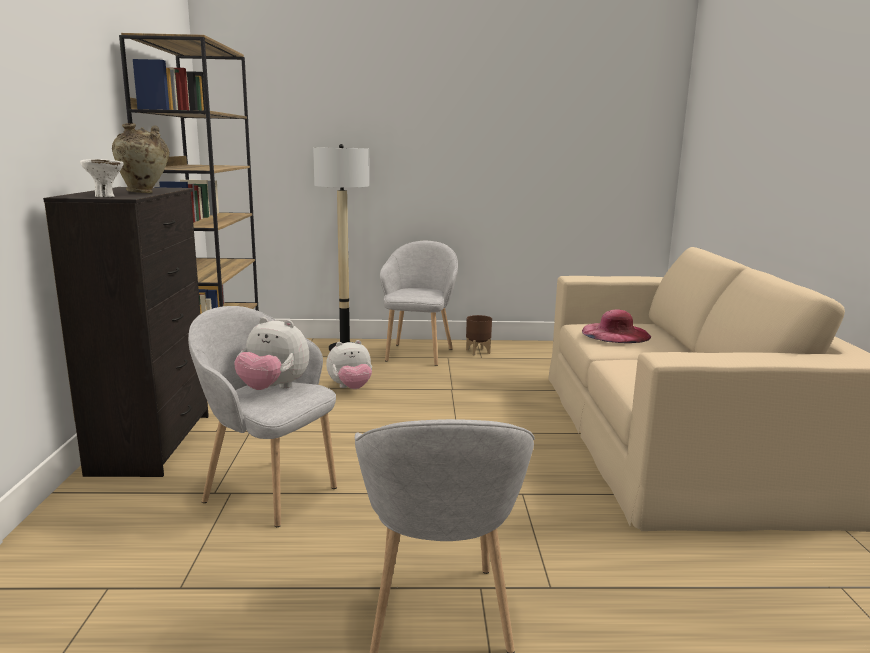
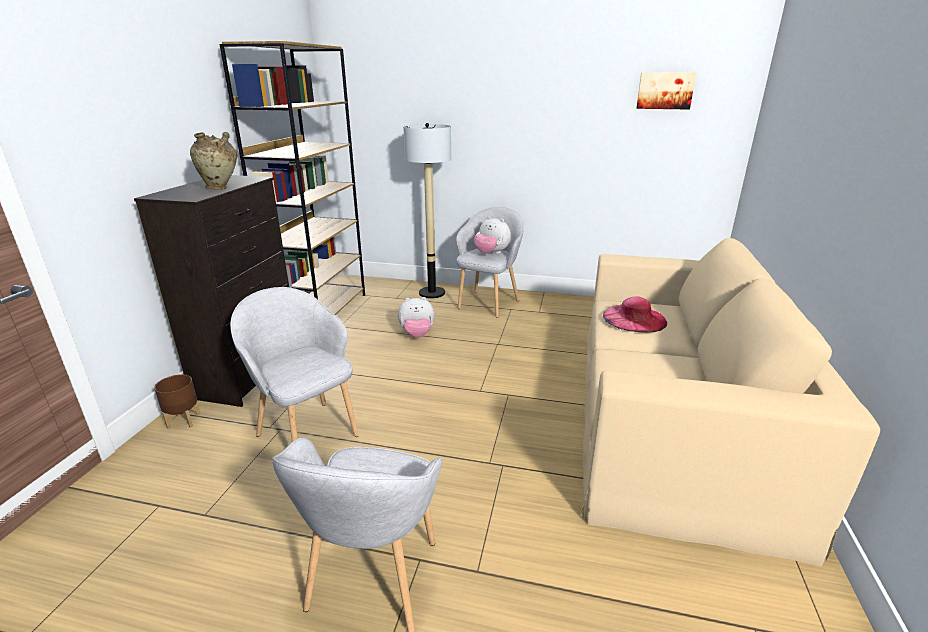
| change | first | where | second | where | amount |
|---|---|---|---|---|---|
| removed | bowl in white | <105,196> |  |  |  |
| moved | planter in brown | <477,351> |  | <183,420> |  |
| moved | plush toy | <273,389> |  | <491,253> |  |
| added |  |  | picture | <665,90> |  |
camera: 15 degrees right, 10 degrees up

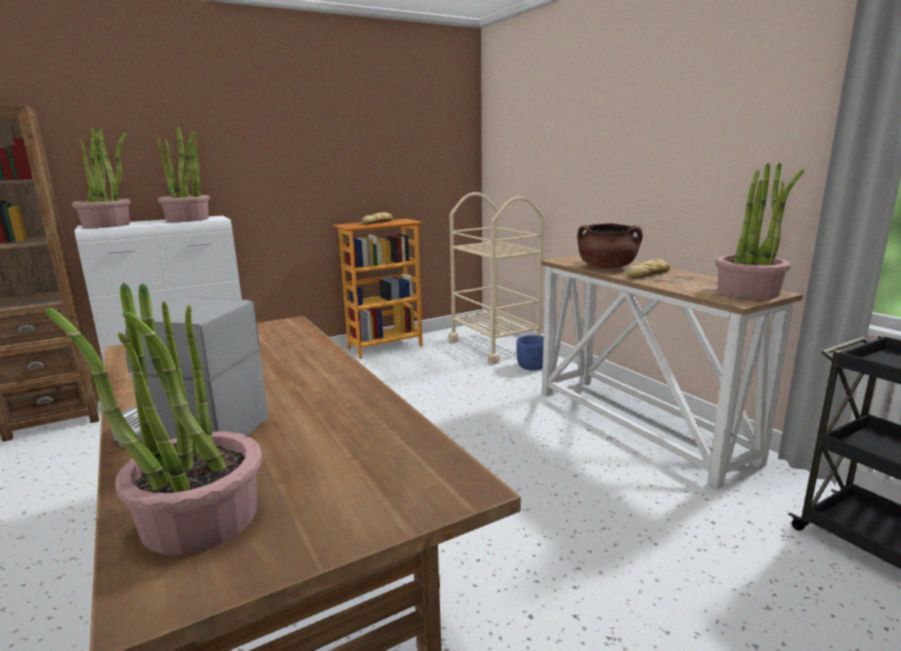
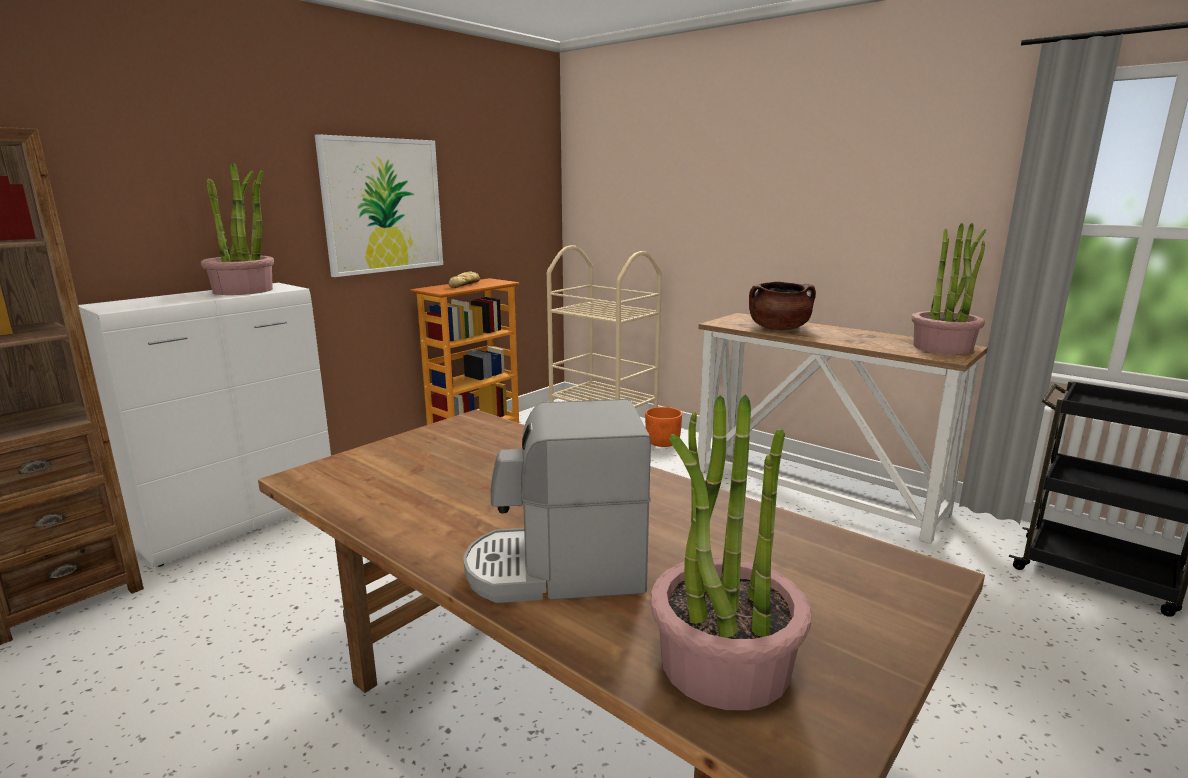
| change | first | where | second | where | amount |
|---|---|---|---|---|---|
| removed | potted plant | <107,225> |  |  |  |
| removed | bread | <649,274> |  |  |  |
| recoloured | planter in blue | <532,366> | planter in orange | <662,442> |  |
| added |  |  | picture | <383,205> |  |
camera: 20 degrees left, 0 degrees up

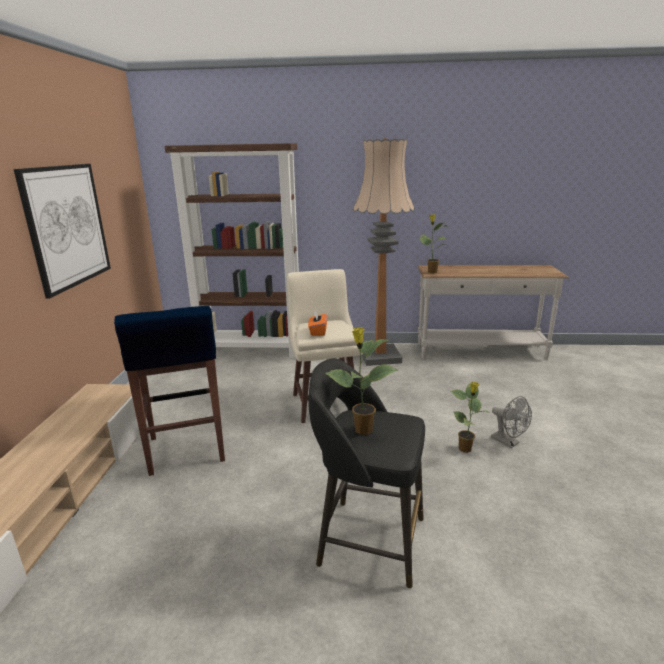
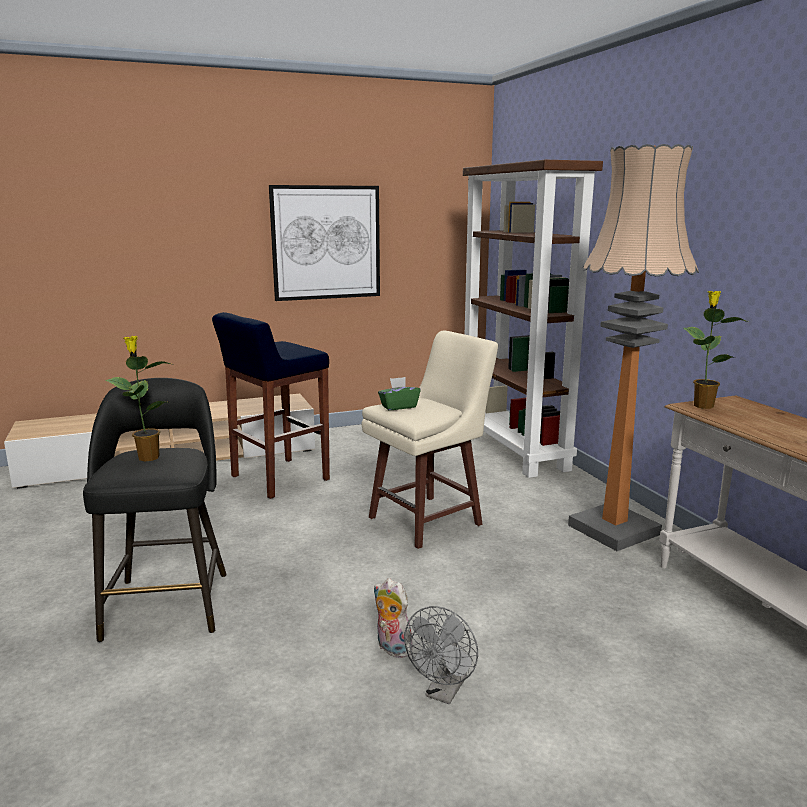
| change | first | where | second | where | amount |
|---|---|---|---|---|---|
| recoloured | tissue box in orange | <318,332> | tissue box in green | <399,406> |  |
| replaced | potted plant | <465,449> | plush toy | <391,648> |  |
camera: 65 degrees right, 5 degrees down

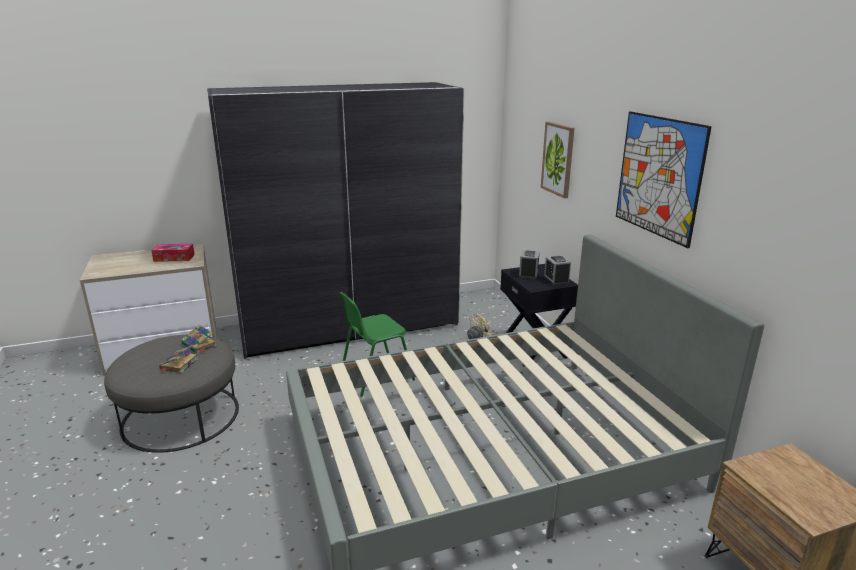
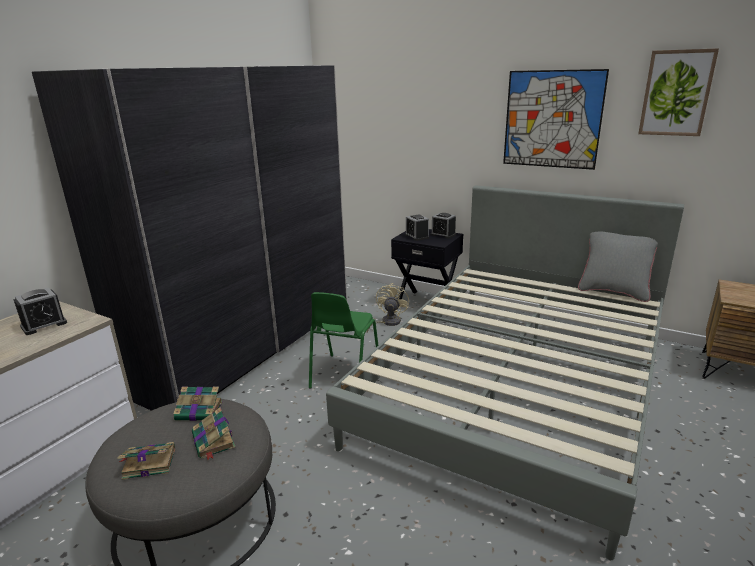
| change | first | where | second | where | amount |
|---|---|---|---|---|---|
| moved | picture | <558,159> |  | <676,93> |  |
| replaced | tissue box | <174,258> | alarm clock | <44,325> |  |
| added |  |  | pillow in grey | <613,292> |  |
| added |  |  | book | <148,463> |  |
camera: 40 degrees left, 0 degrees up

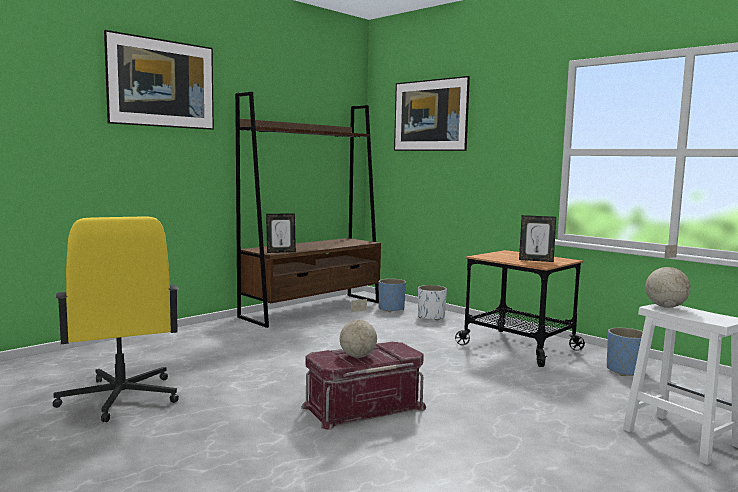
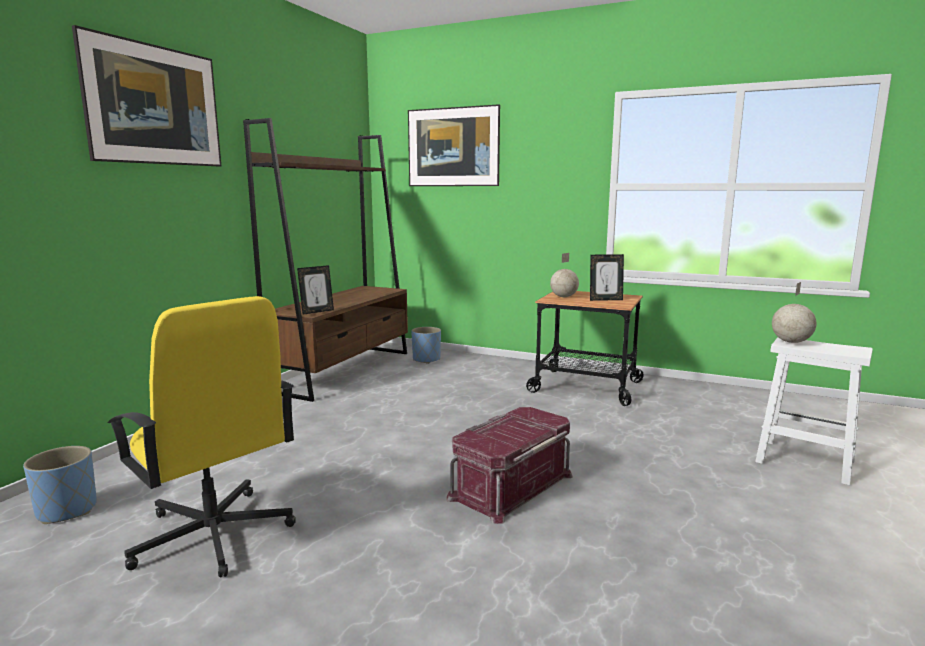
| change | first | where | second | where | amount |
|---|---|---|---|---|---|
| removed | planter in white | <431,317> |  |  |  |
| moved | globe | <358,356> |  | <564,297> |  |
| moved | planter in blue | <625,371> |  | <67,510> |  |
camera: 20 degrees left, 5 degrees up

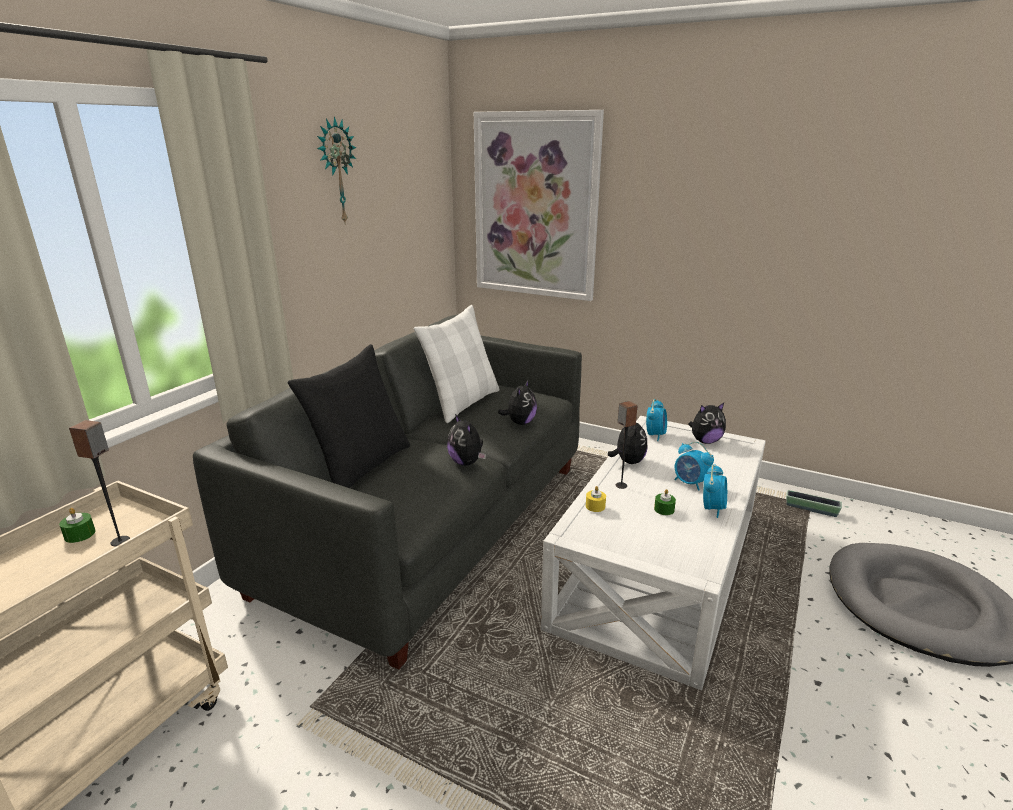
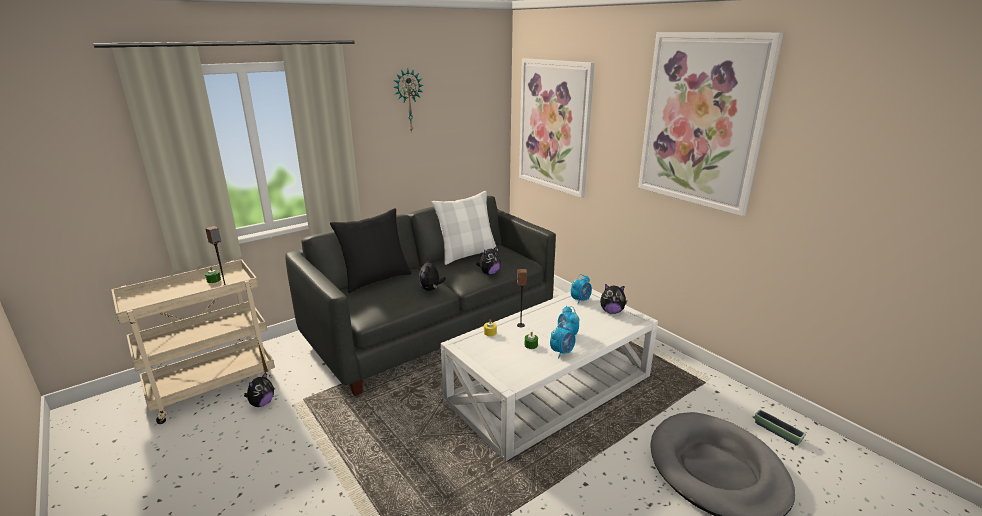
| change | first | where | second | where | amount |
|---|---|---|---|---|---|
| moved | plush toy | <628,461> |  | <262,403> |  |
| moved | planter | <811,509> |  | <777,432> |  |
| added |  |  | picture | <702,121> |  |
camera: 25 degrees right, 0 degrees up

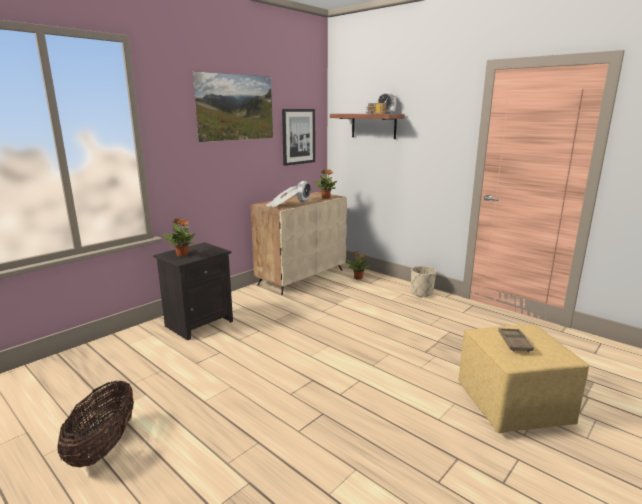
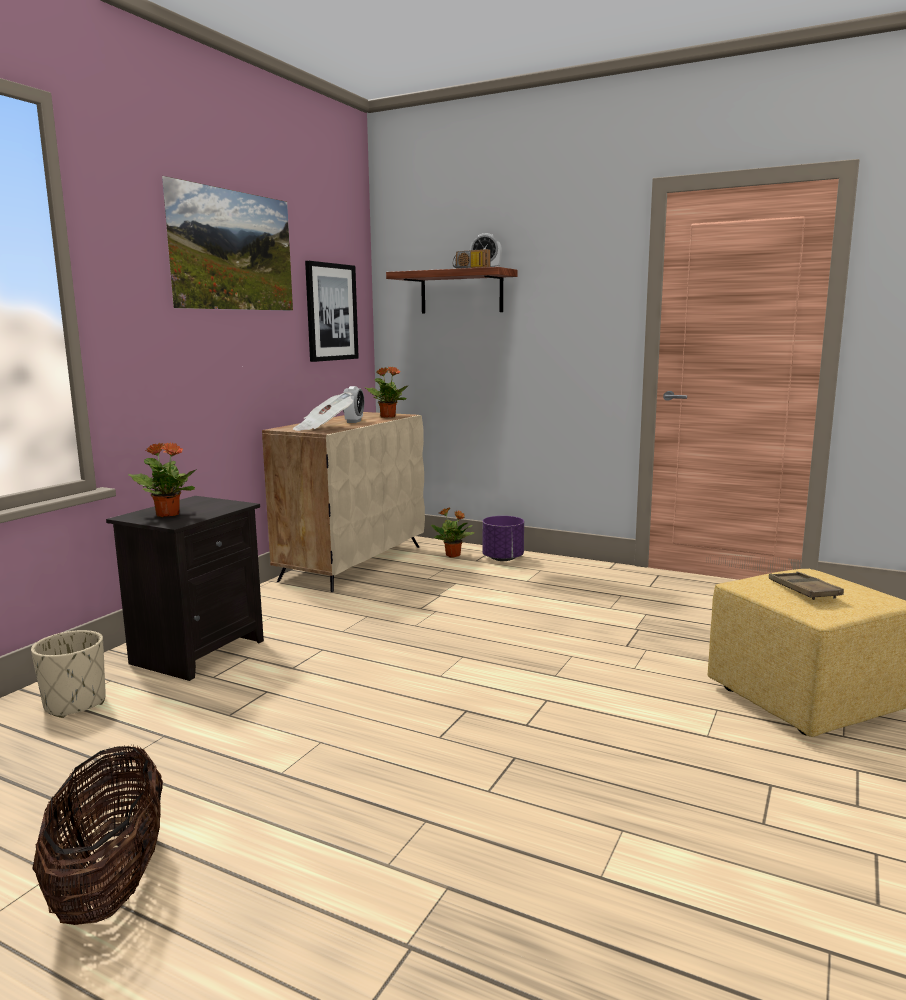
| change | first | where | second | where | amount |
|---|---|---|---|---|---|
| moved | planter in beige | <421,293> |  | <75,704> |  |
| added |  |  | planter in purple | <502,558> |  |
camera: 15 degrees left, 5 degrees down

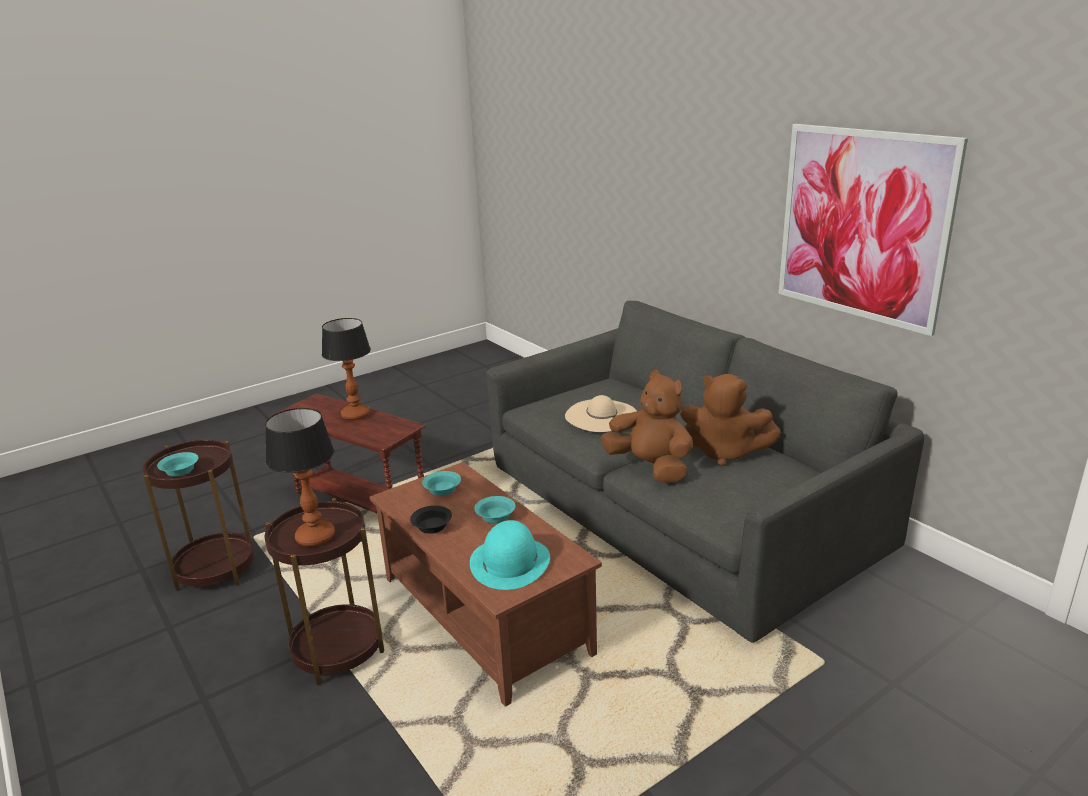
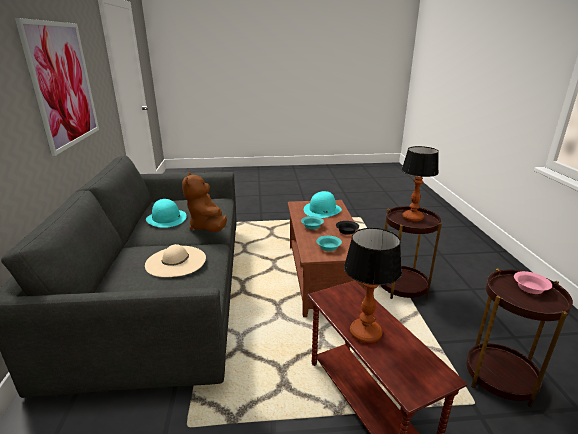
| change | first | where | second | where | amount |
|---|---|---|---|---|---|
| replaced | plush toy in brown | <725,453> | hat in turquoise | <166,218> |  |
| recoloured | bowl in turquoise | <179,471> | bowl in pink | <531,288> |  |
camera: 150 degrees left, 0 degrees up

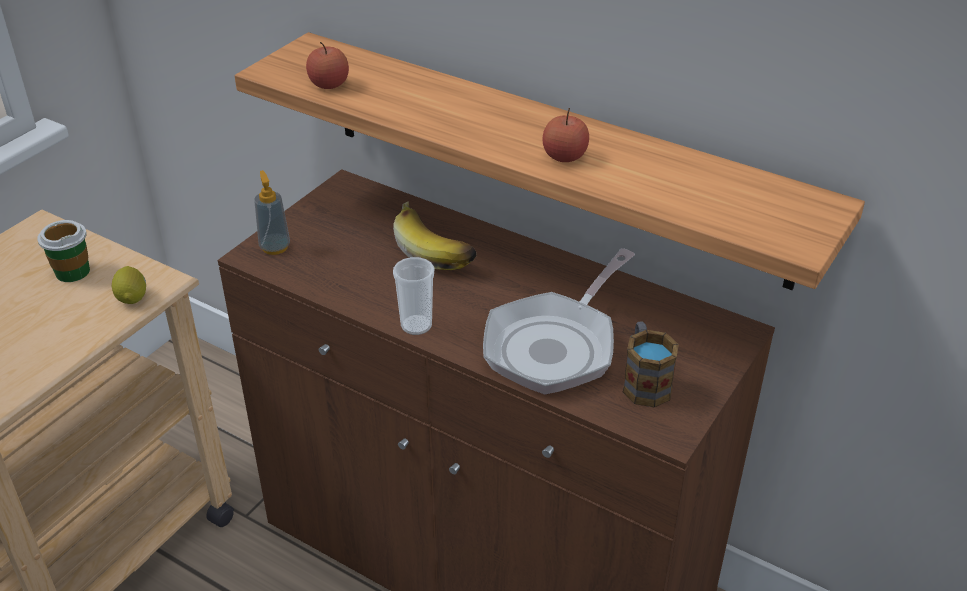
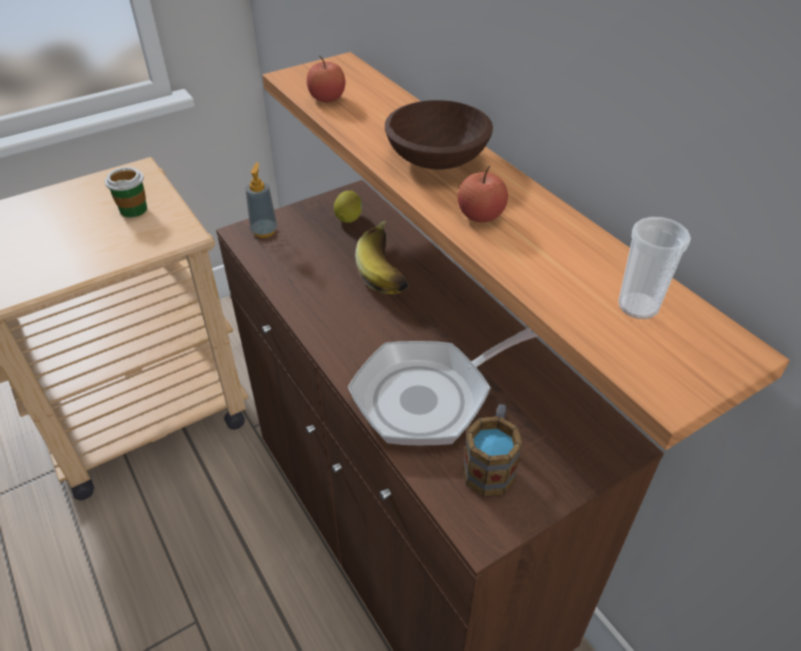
| change | first | where | second | where | amount |
|---|---|---|---|---|---|
| moved | cup | <416,325> |  | <638,306> |  |
| moved | lemon | <132,297> |  | <349,218> |  |
| added |  |  | bowl in brown | <439,159> |  |
camera: 25 degrees right, 5 degrees up

